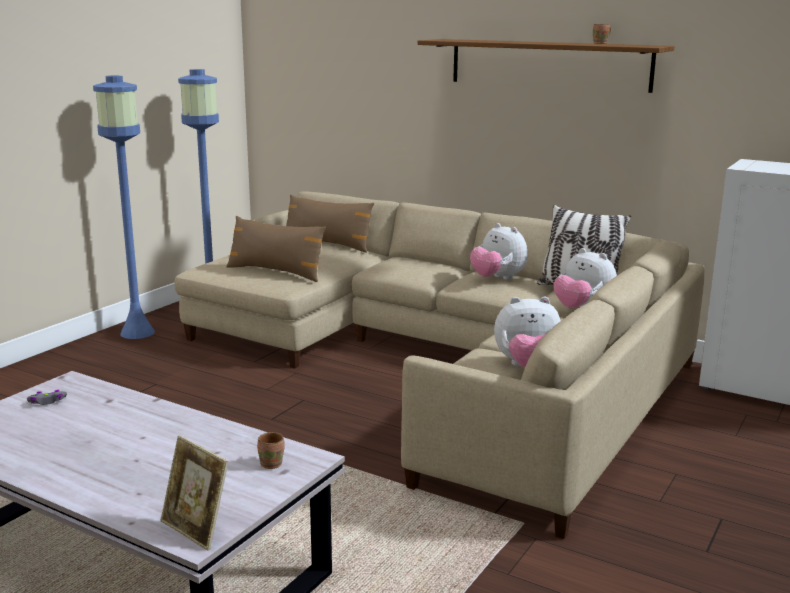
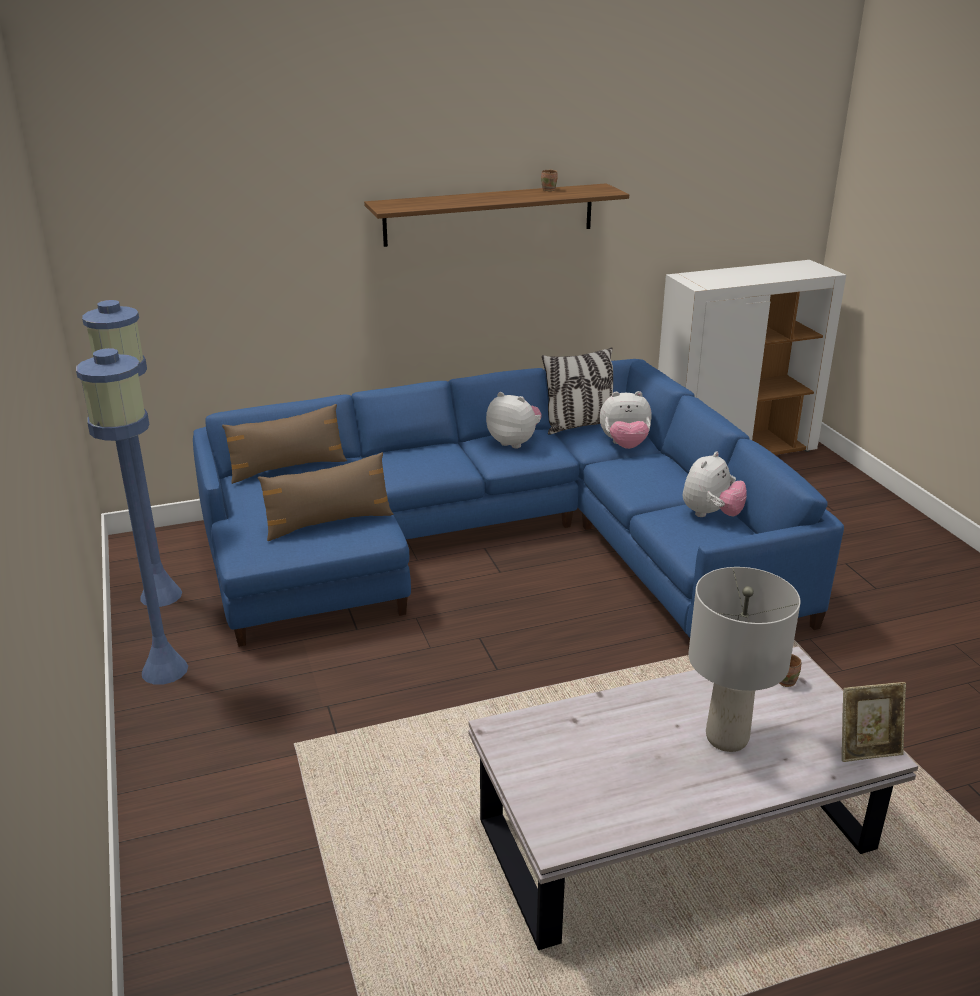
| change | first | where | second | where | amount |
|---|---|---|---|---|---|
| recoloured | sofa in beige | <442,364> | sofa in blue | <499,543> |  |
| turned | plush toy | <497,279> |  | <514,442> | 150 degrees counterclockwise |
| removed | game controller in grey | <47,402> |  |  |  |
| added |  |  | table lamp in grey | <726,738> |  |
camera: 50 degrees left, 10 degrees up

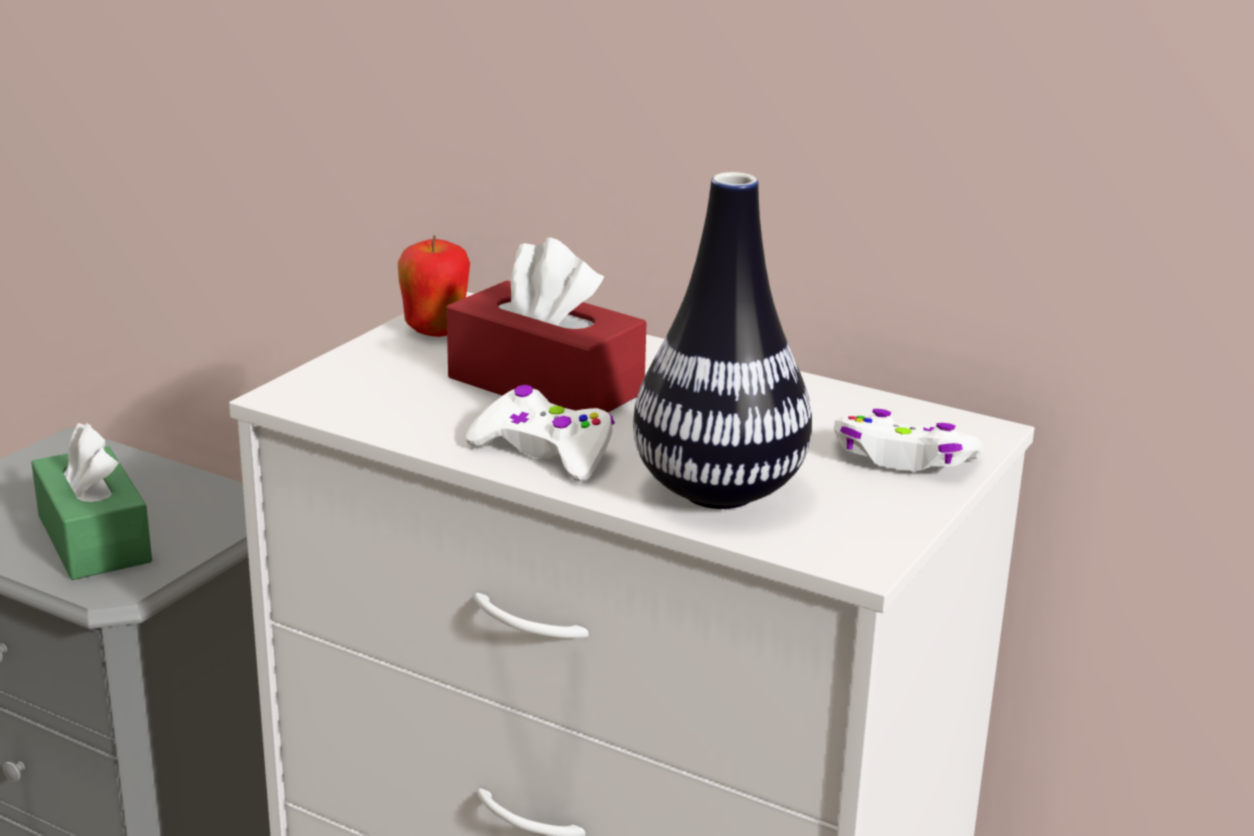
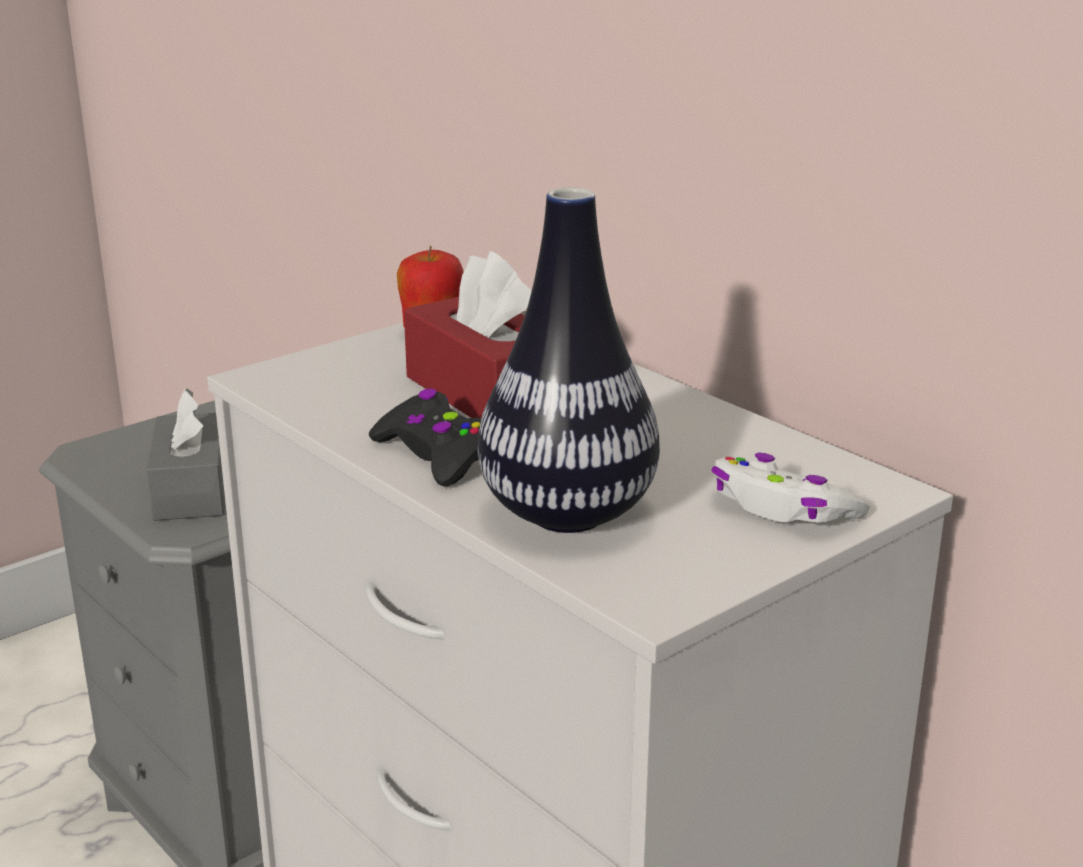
| change | first | where | second | where | amount |
|---|---|---|---|---|---|
| recoloured | game controller in white | <544,451> | game controller in black | <436,454> |  |
| recoloured | tissue box in green | <94,539> | tissue box in grey | <192,489> |  |
camera: 20 degrees right, 0 degrees up

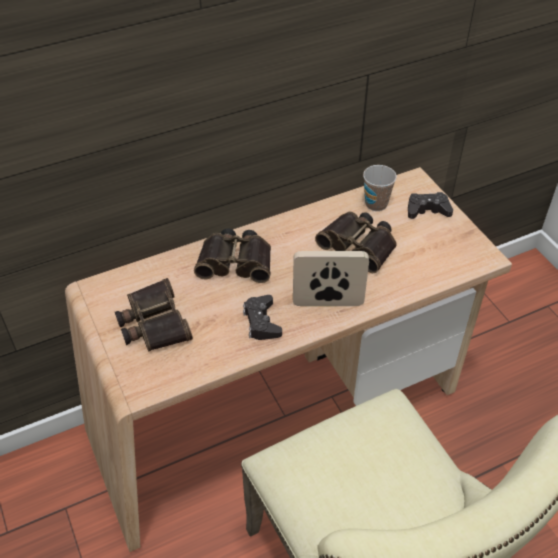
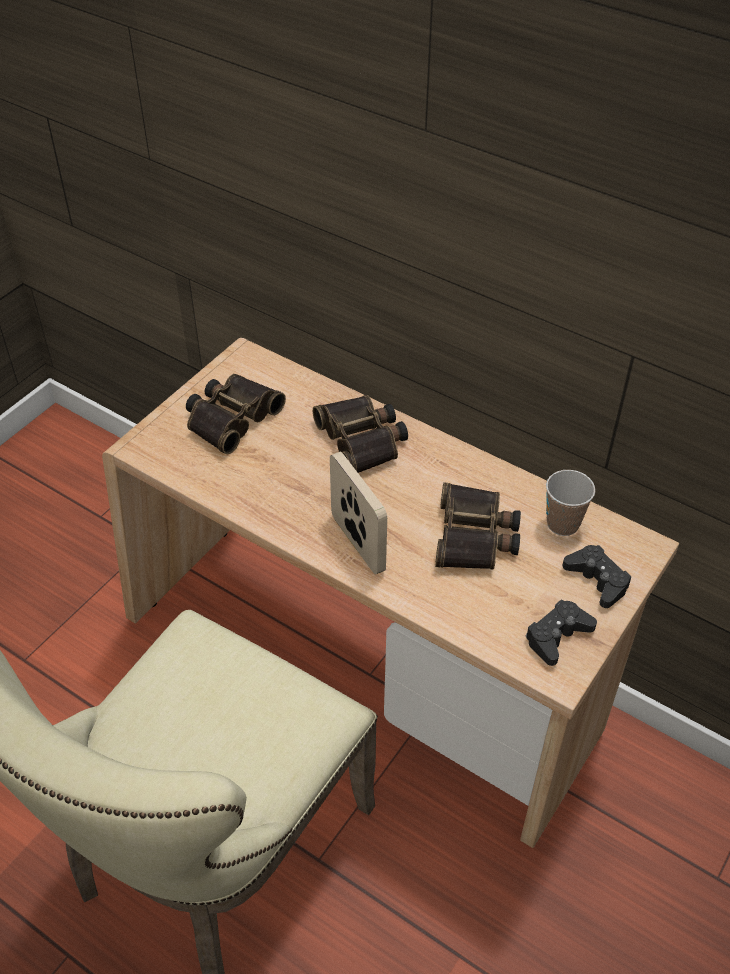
| change | first | where | second | where | amount |
|---|---|---|---|---|---|
| moved | game controller in black | <261,322> |  | <557,636> |  |
camera: 60 degrees right, 0 degrees up

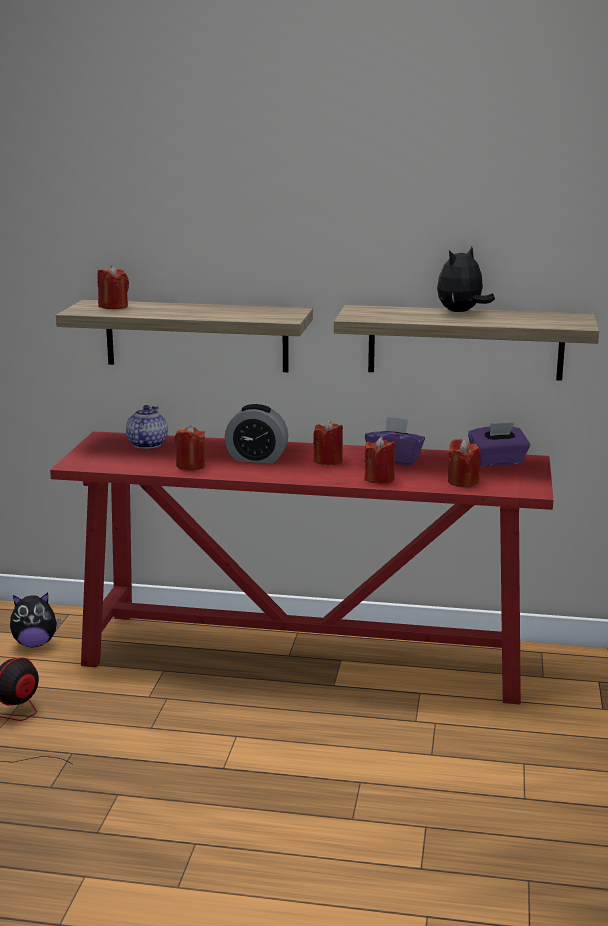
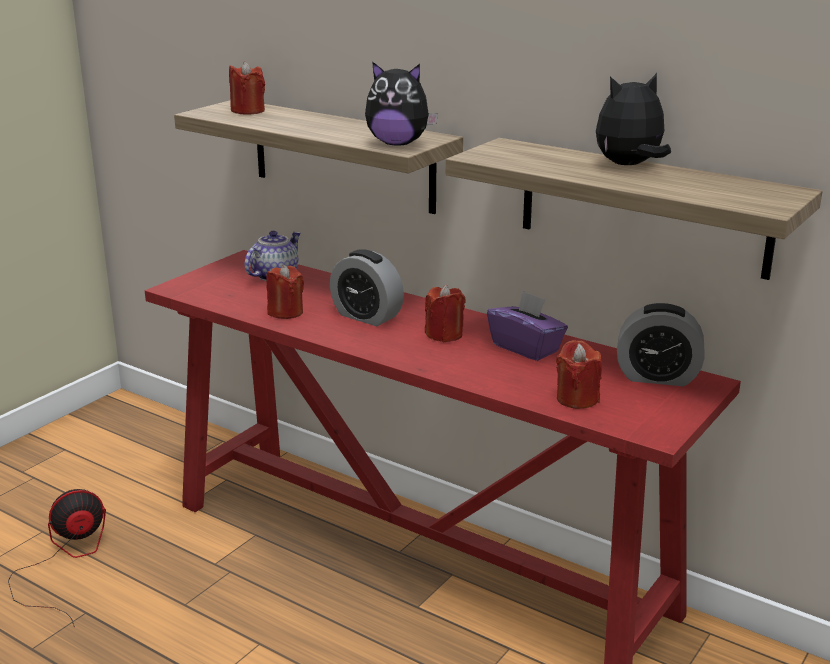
| change | first | where | second | where | amount |
|---|---|---|---|---|---|
| replaced | tissue box in purple | <498,461> | alarm clock | <657,377> |  |
| removed | candle in red | <379,479> |  |  |  |
| moved | plush toy | <35,643> |  | <398,144> |  |
camera: 25 degrees right, 5 degrees up

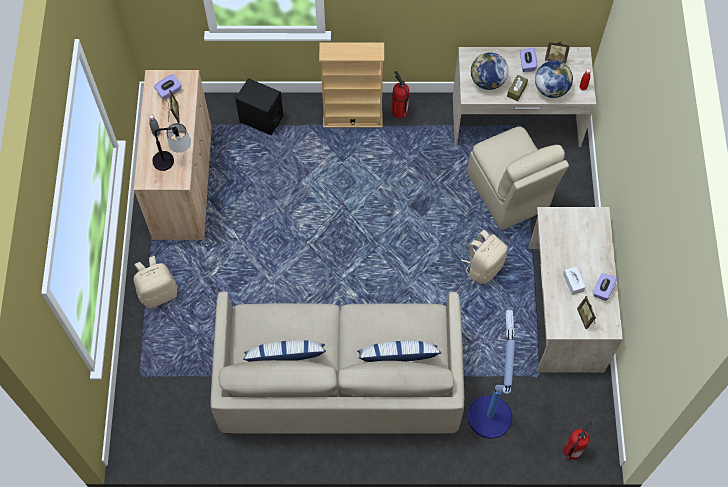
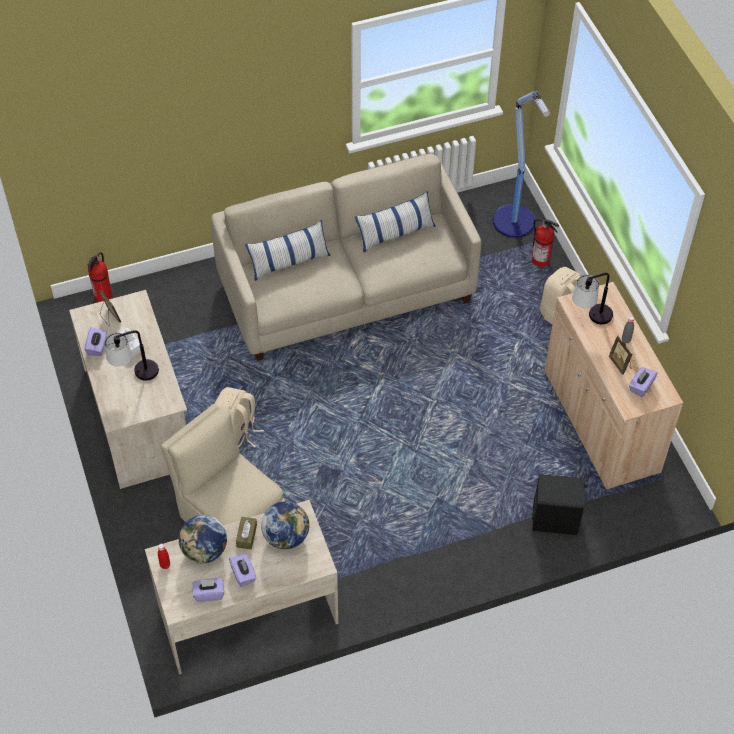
| change | first | where | second | where | amount |
|---|---|---|---|---|---|
| replaced | picture frame | <555,58> | tissue box in purple | <209,594> |  |
| removed | bookcase in beige | <352,119> |  |  |  |
| moved | fire extinguisher | <399,111> |  | <541,260> |  |
| moved | floor lamp | <489,415> |  | <514,222> |  |
| added |  |  | table lamp | <135,375> |  |
camera: 160 degrees right, 10 degrees down

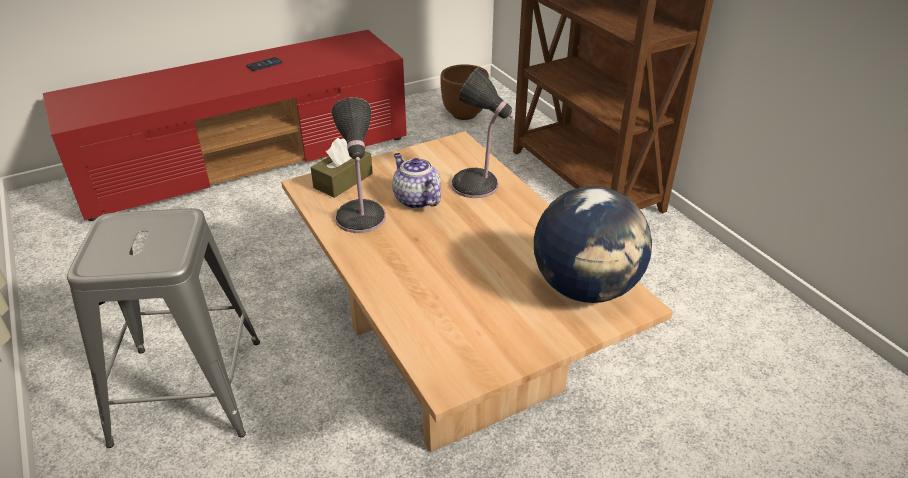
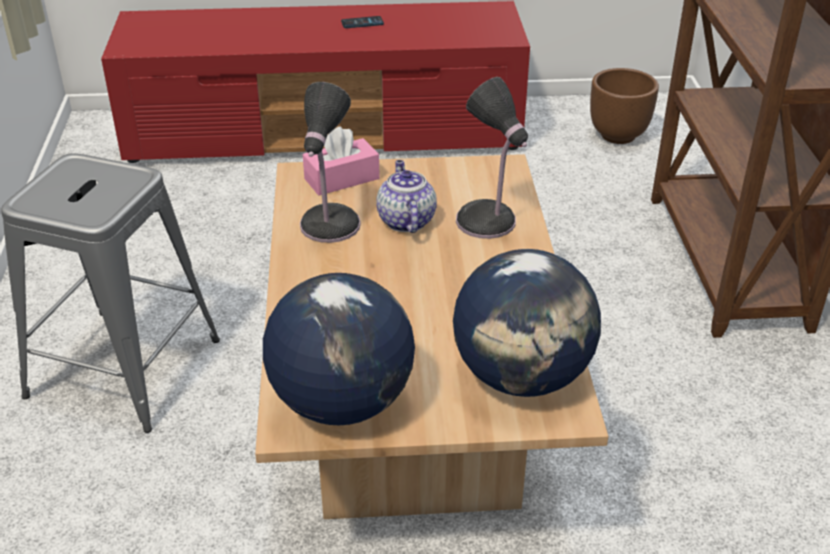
| change | first | where | second | where | amount |
|---|---|---|---|---|---|
| recoloured | tissue box in brown | <343,181> | tissue box in pink | <342,179> |  |
| added |  |  | globe | <341,402> |  |
camera: 25 degrees right, 0 degrees up

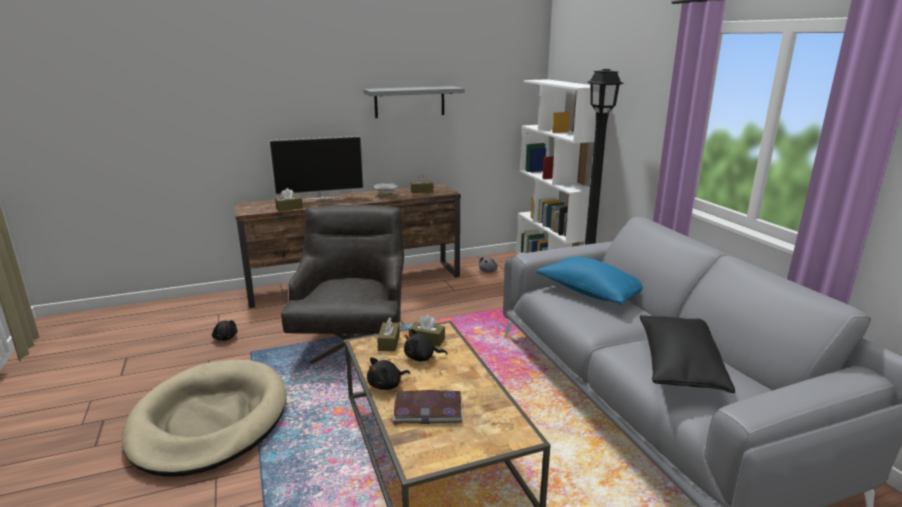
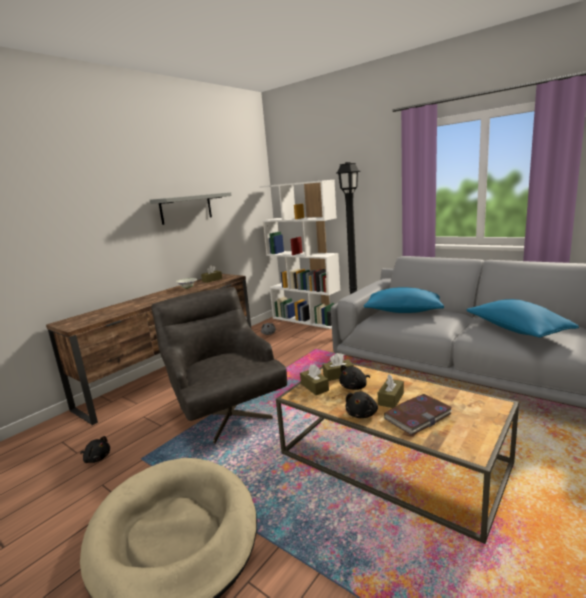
| change | first | where | second | where | amount |
|---|---|---|---|---|---|
| removed | television | <320,198> |  |  |  |
| moved | tissue box in brown | <289,208> |  | <391,399> |  |
| recoloured | pillow in black | <679,366> | pillow in blue | <516,330> |  |
camera: 30 degrees left, 5 degrees down

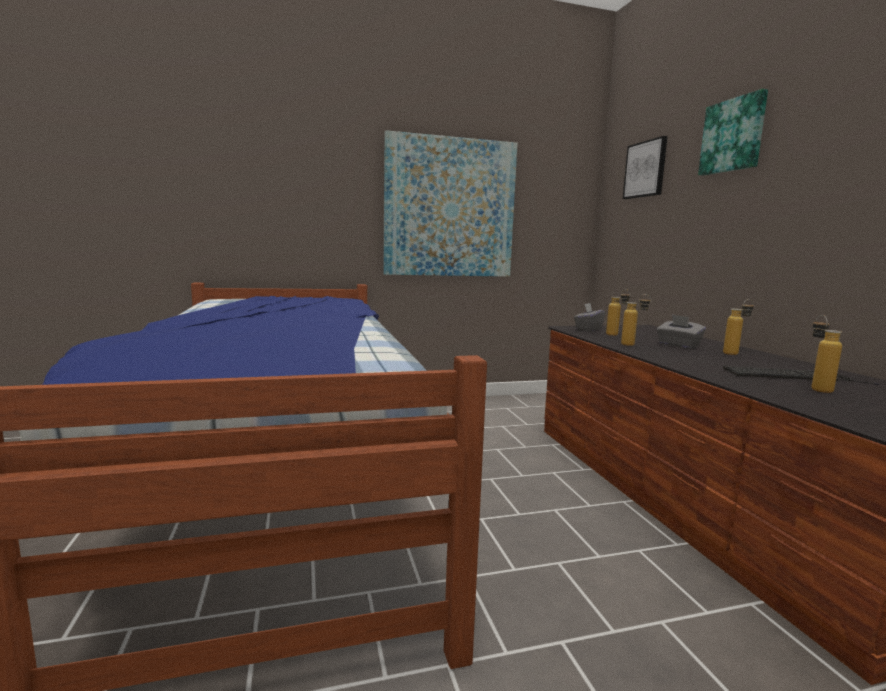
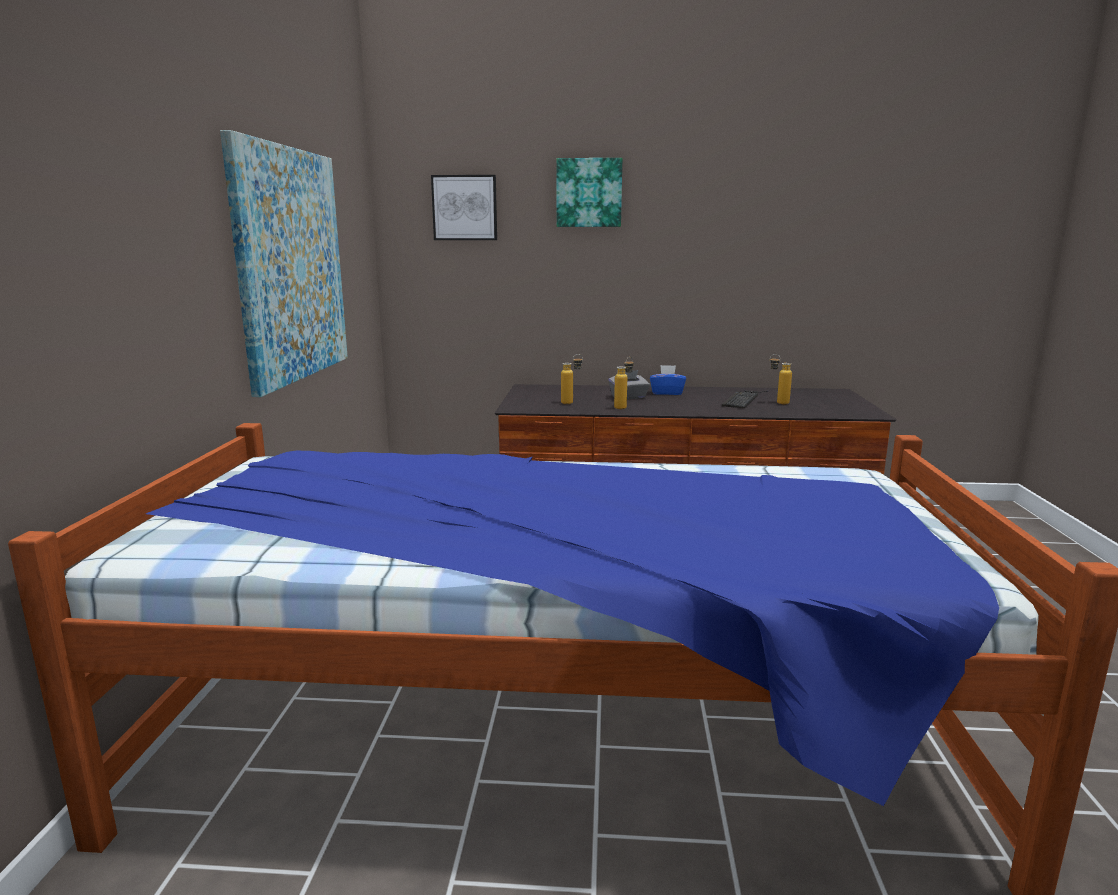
| change | first | where | second | where | amount |
|---|---|---|---|---|---|
| replaced | bottle | <735,353> | tissue box in blue | <666,393> |  |
| removed | tissue box in grey | <588,329> |  |  |  |
camera: 70 degrees left, 5 degrees up

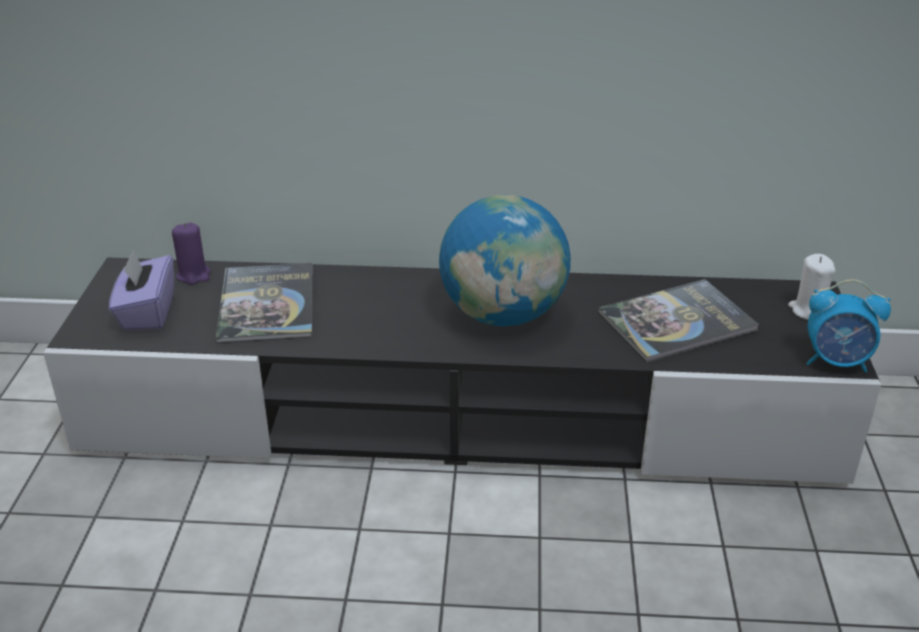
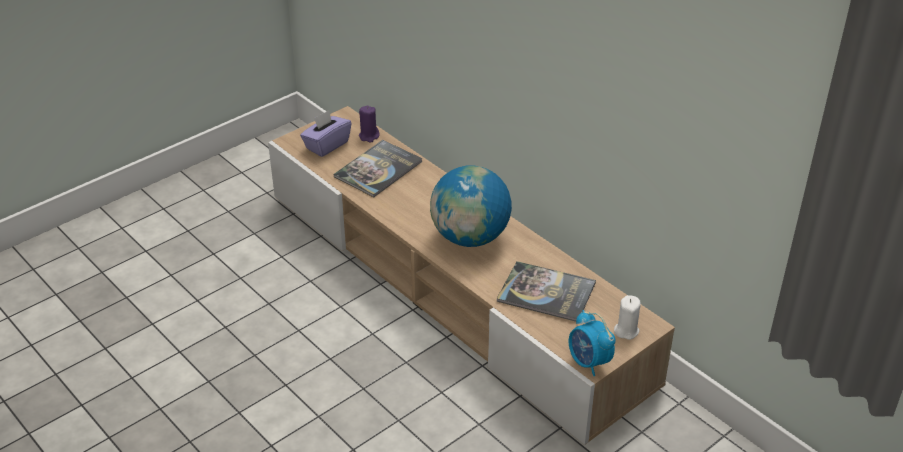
| change | first | where | second | where | amount |
|---|---|---|---|---|---|
| recoloured | tv stand in black | <461,416> | tv stand in beige | <452,286> |  |
camera: 45 degrees right, 5 degrees up

